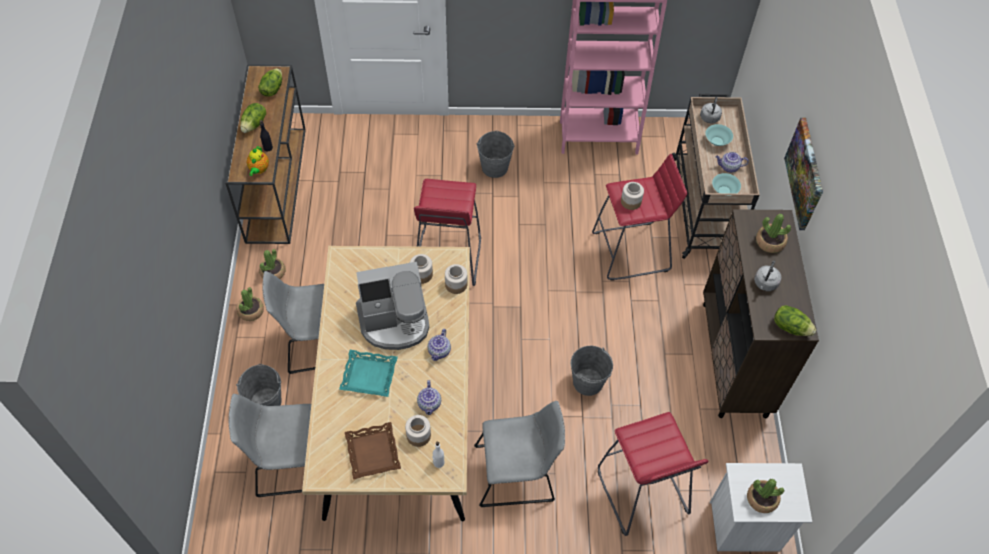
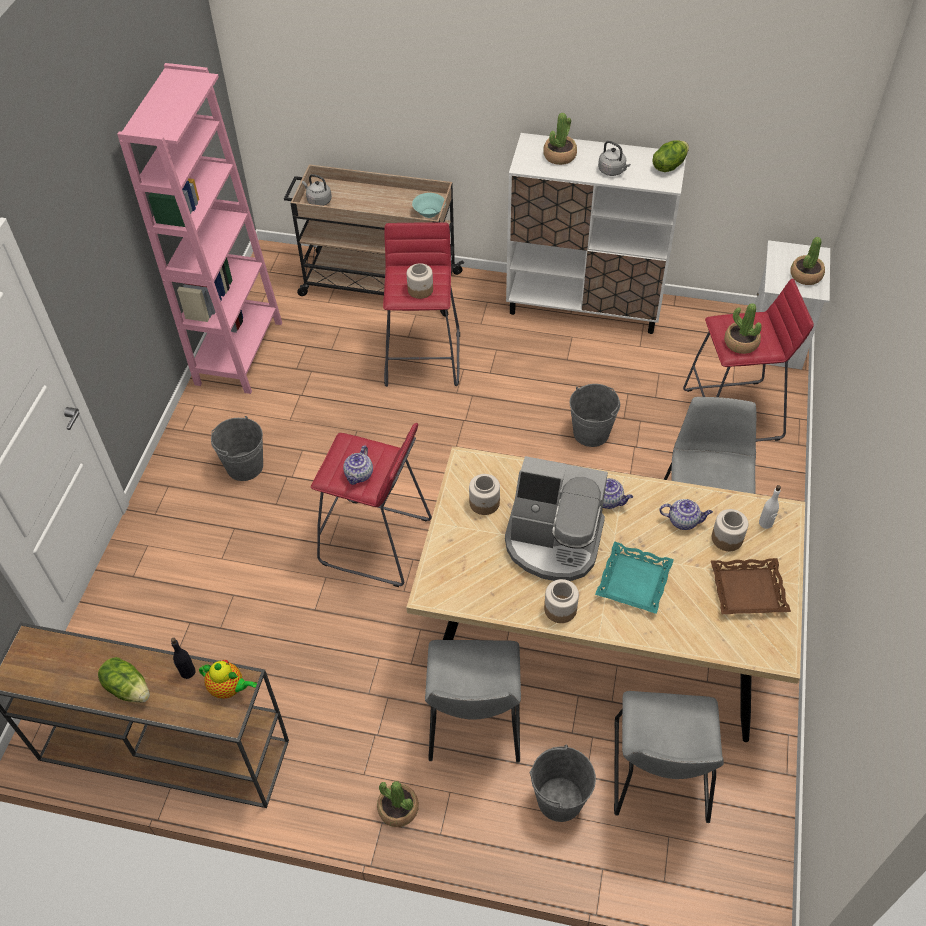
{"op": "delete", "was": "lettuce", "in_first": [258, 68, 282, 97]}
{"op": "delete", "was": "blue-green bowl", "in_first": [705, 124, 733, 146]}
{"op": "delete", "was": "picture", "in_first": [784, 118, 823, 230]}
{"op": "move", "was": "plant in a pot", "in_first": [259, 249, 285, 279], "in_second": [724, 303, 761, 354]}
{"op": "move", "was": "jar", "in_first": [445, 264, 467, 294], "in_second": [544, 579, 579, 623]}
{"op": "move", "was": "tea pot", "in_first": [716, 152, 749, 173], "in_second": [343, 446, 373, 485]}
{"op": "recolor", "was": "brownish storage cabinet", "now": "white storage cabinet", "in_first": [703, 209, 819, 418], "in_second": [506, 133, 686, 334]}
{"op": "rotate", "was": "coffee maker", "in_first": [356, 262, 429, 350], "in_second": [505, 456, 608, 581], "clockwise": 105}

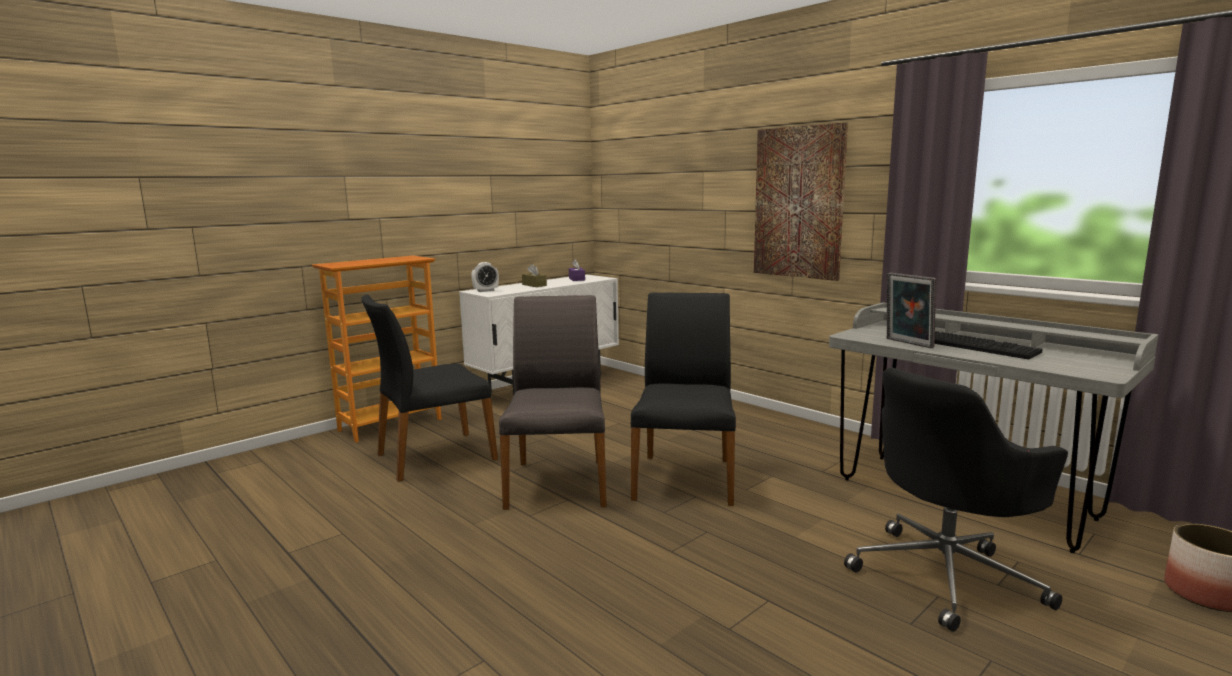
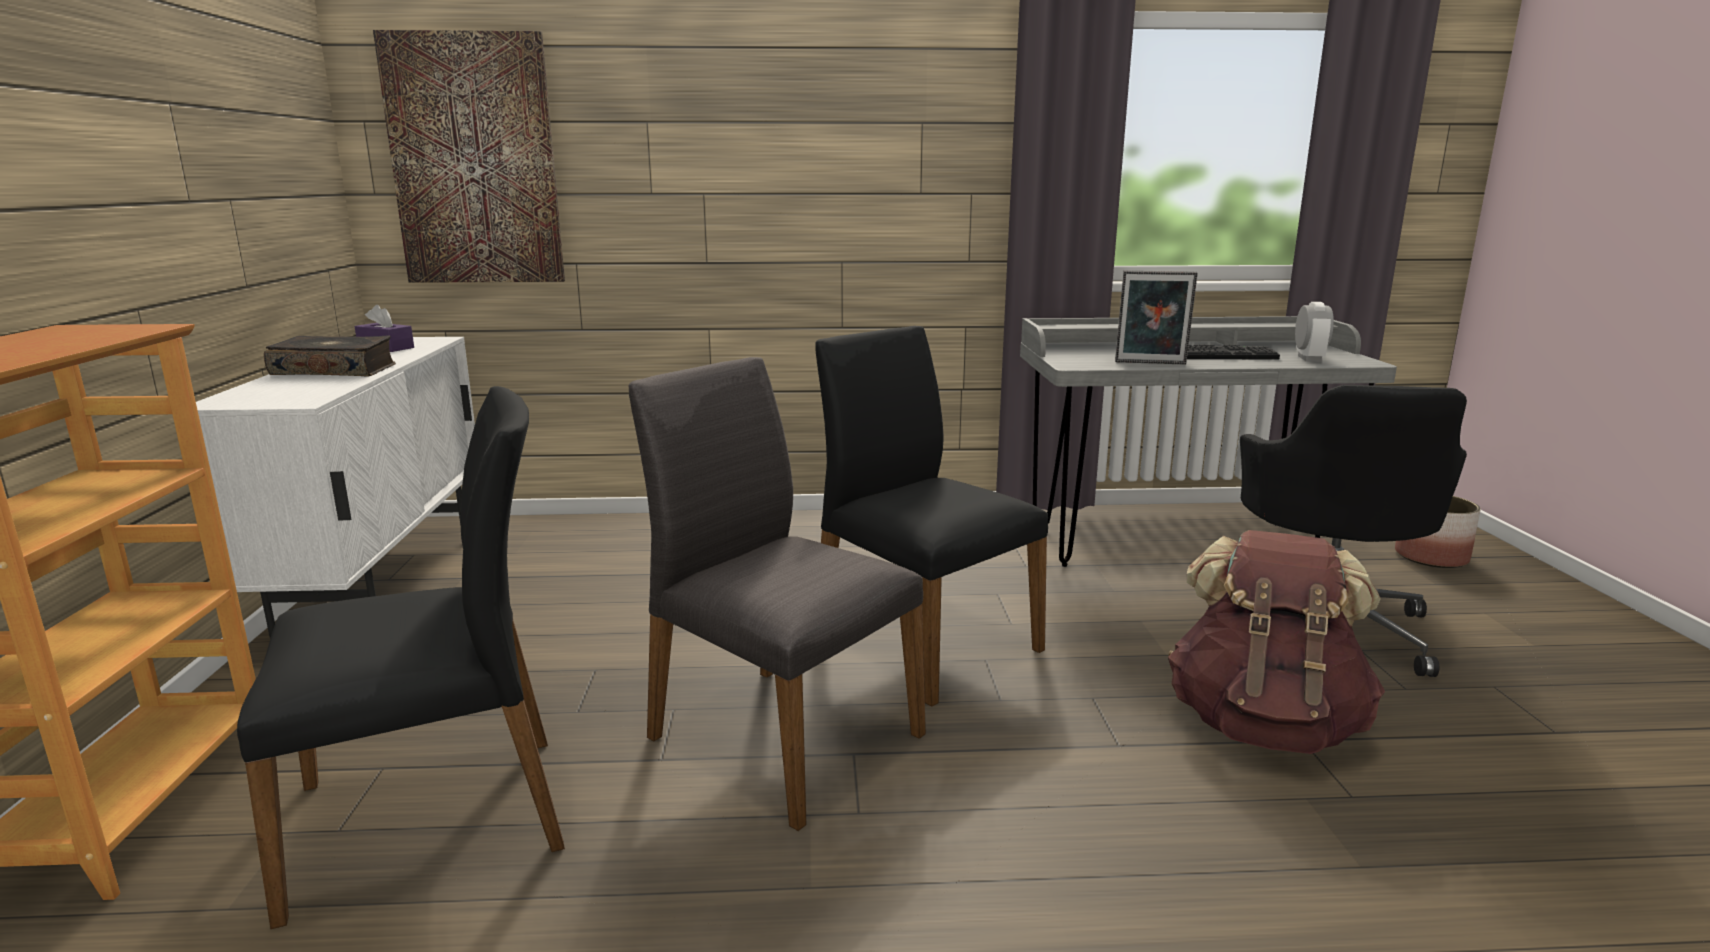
{"op": "insert", "now": "brownish backpack", "in_second": [1168, 530, 1385, 754]}
{"op": "move", "was": "bedside clock", "in_first": [471, 262, 499, 292], "in_second": [1295, 302, 1334, 362]}
{"op": "move", "was": "picture", "in_first": [754, 122, 848, 281], "in_second": [373, 30, 565, 283]}
{"op": "replace", "was": "brownish tissue holder", "now": "volume", "in_first": [522, 264, 547, 287], "in_second": [264, 335, 396, 377]}
{"op": "rotate", "was": "black plain chair", "in_first": [361, 295, 498, 482], "in_second": [237, 386, 565, 929], "clockwise": -120}

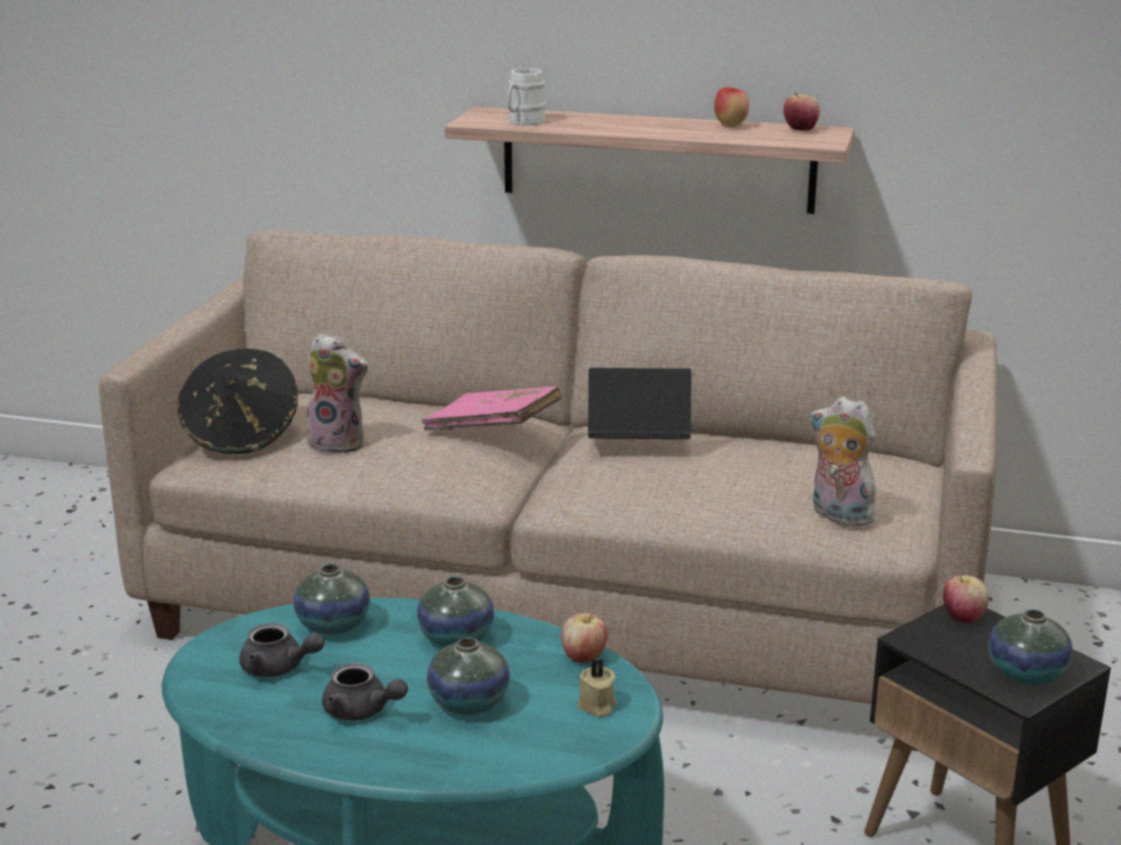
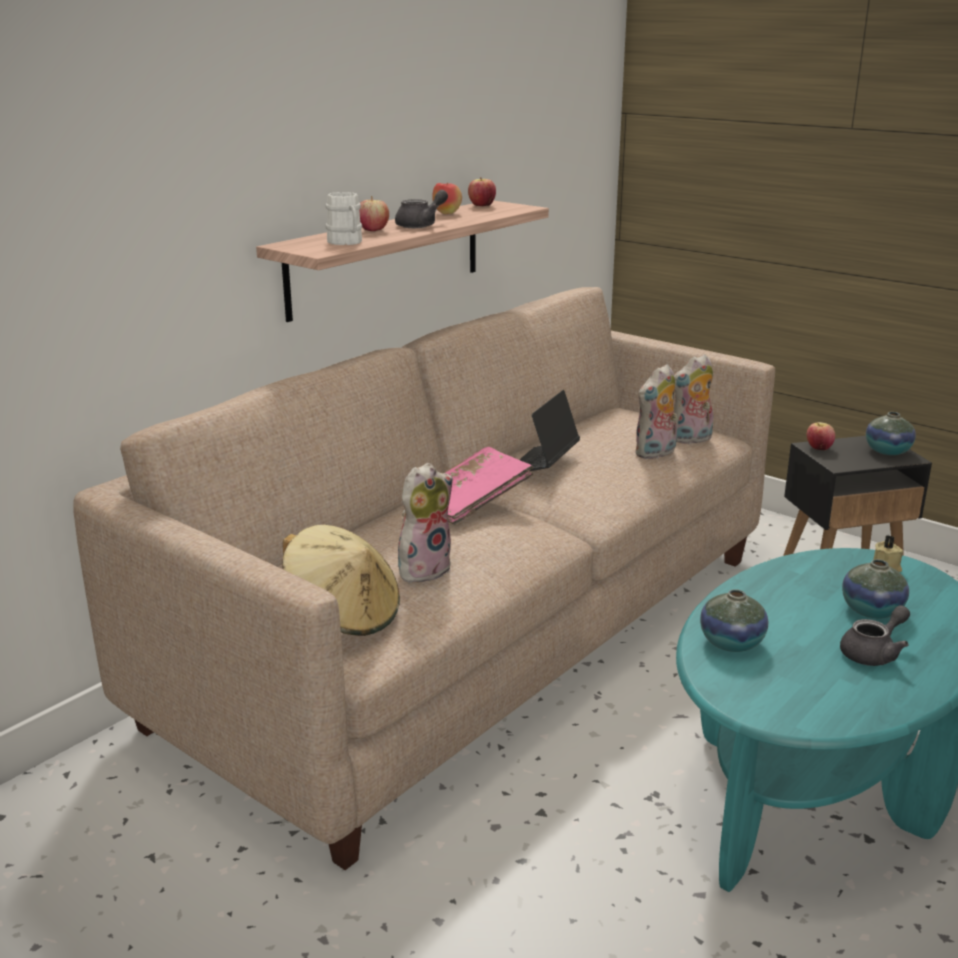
{"op": "delete", "was": "vase", "in_first": [417, 577, 494, 647]}
{"op": "insert", "now": "plush toy", "in_second": [635, 364, 678, 459]}
{"op": "move", "was": "grey tea pot", "in_first": [239, 623, 325, 677], "in_second": [395, 190, 448, 228]}
{"op": "move", "was": "apple", "in_first": [561, 612, 608, 663], "in_second": [359, 196, 389, 231]}
{"op": "recolor", "was": "black hat", "now": "sand-coloured hat", "in_first": [177, 349, 298, 454], "in_second": [282, 525, 400, 636]}

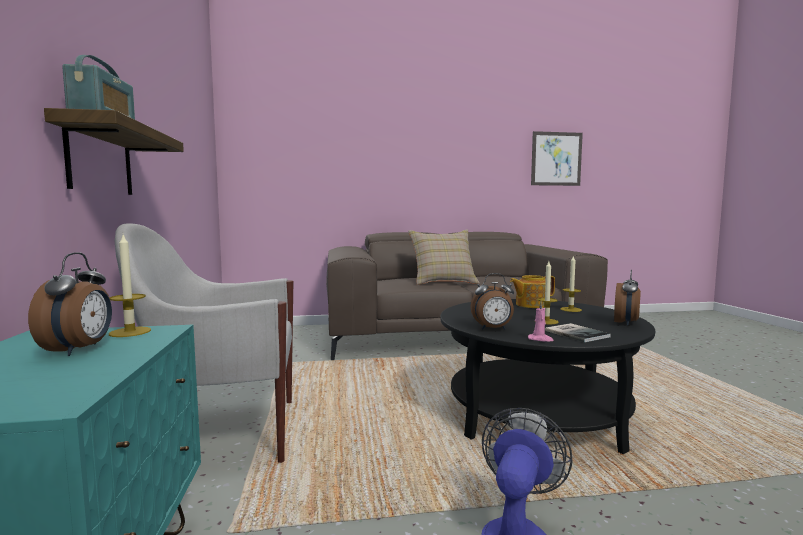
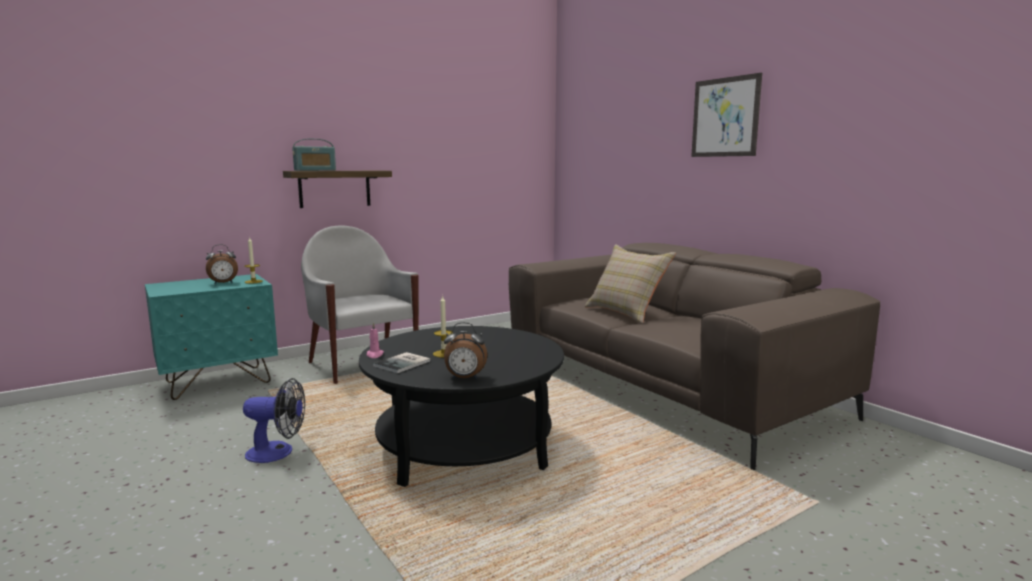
{"op": "delete", "was": "bedside clock", "in_first": [470, 273, 514, 330]}
{"op": "delete", "was": "tea pot", "in_first": [510, 275, 555, 308]}
{"op": "delete", "was": "wax light", "in_first": [560, 255, 582, 312]}
{"op": "move", "was": "picture", "in_first": [531, 131, 583, 186], "in_second": [691, 73, 762, 157]}

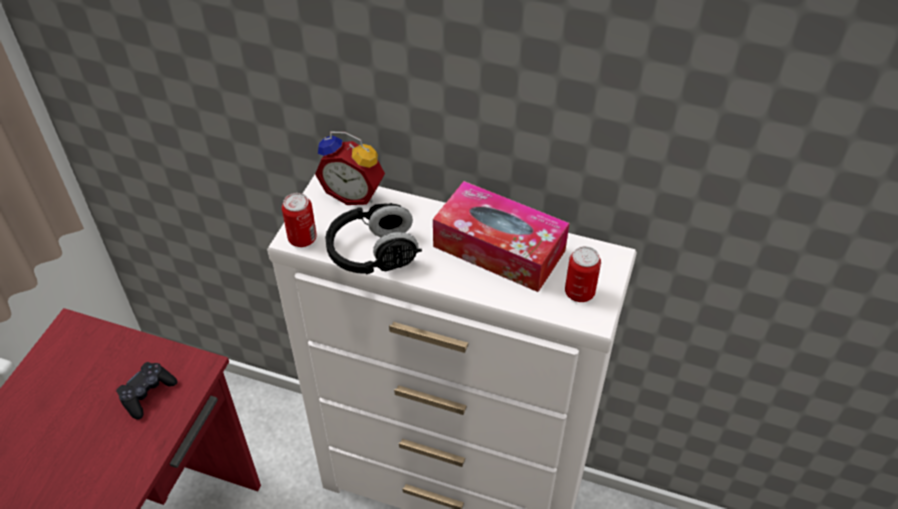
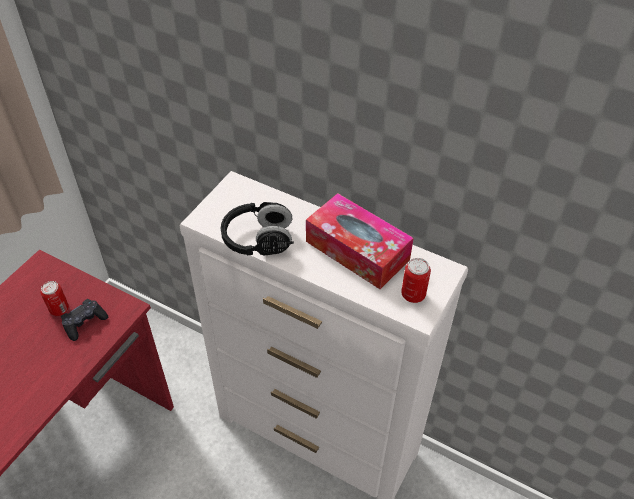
{"op": "delete", "was": "bedside clock", "in_first": [315, 132, 385, 205]}
{"op": "move", "was": "metal can", "in_first": [282, 193, 317, 247], "in_second": [41, 281, 69, 316]}

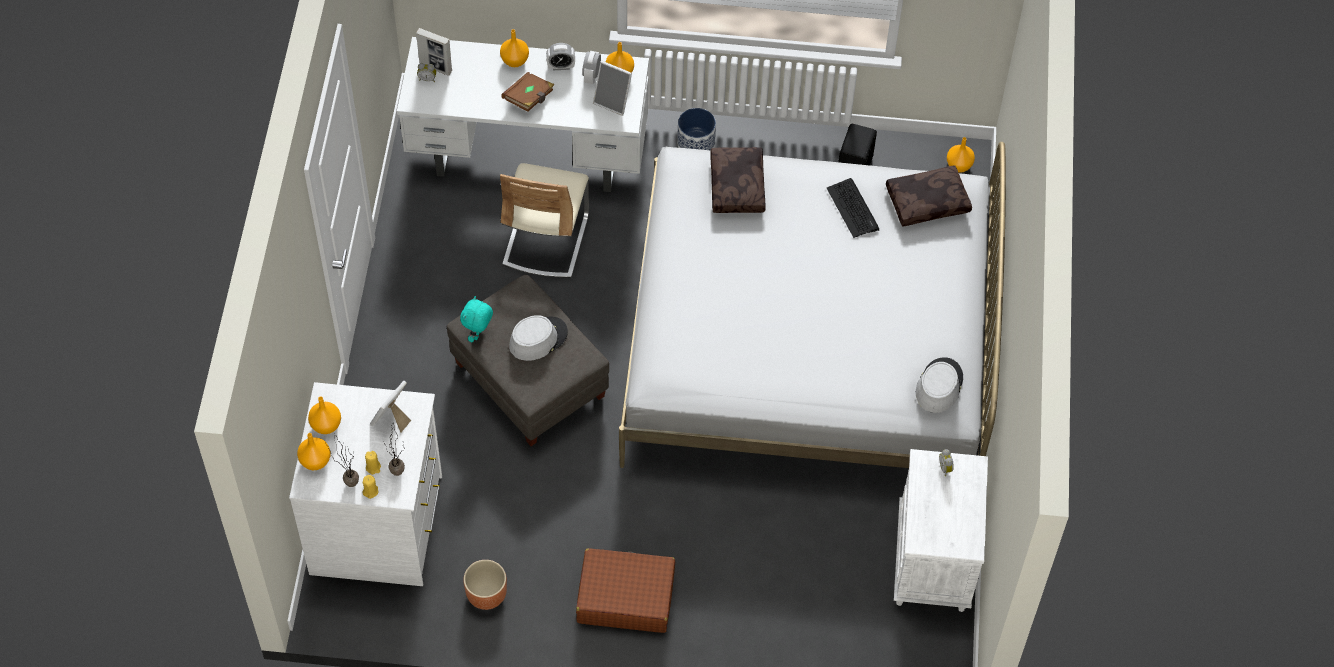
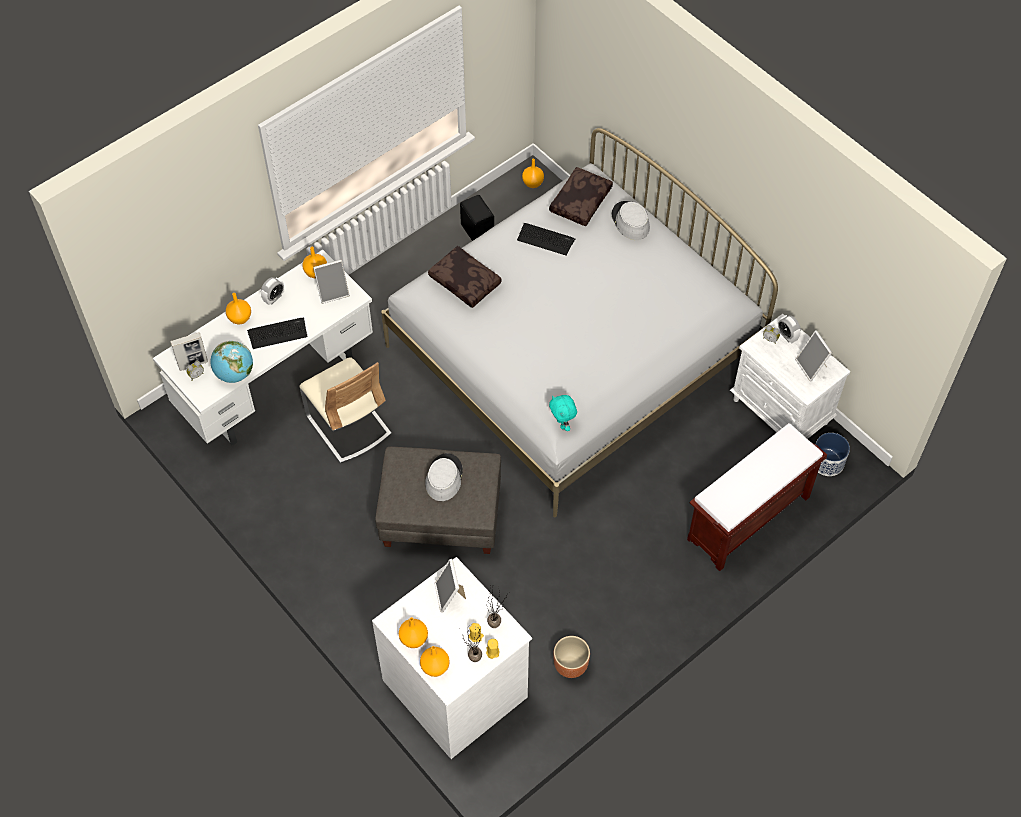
{"op": "delete", "was": "brownish piece of luggage", "in_first": [576, 548, 675, 633]}
{"op": "insert", "now": "desk globe", "in_second": [210, 341, 253, 383]}
{"op": "insert", "now": "brownish indoor bench", "in_second": [687, 423, 827, 571]}
{"op": "insert", "now": "standing frame", "in_second": [795, 330, 832, 381]}
{"op": "move", "was": "blue-green plush toy", "in_first": [460, 296, 493, 343], "in_second": [549, 395, 577, 431]}
{"op": "move", "was": "bedside clock", "in_first": [582, 51, 601, 84], "in_second": [778, 315, 801, 344]}
{"op": "move", "was": "plant pot", "in_first": [677, 108, 716, 150], "in_second": [816, 433, 850, 476]}
{"op": "move", "was": "grey hat", "in_first": [916, 357, 963, 413], "in_second": [612, 201, 650, 240]}
{"op": "replace", "was": "brownish volume", "now": "keyboard", "in_first": [501, 72, 555, 112], "in_second": [247, 318, 307, 349]}

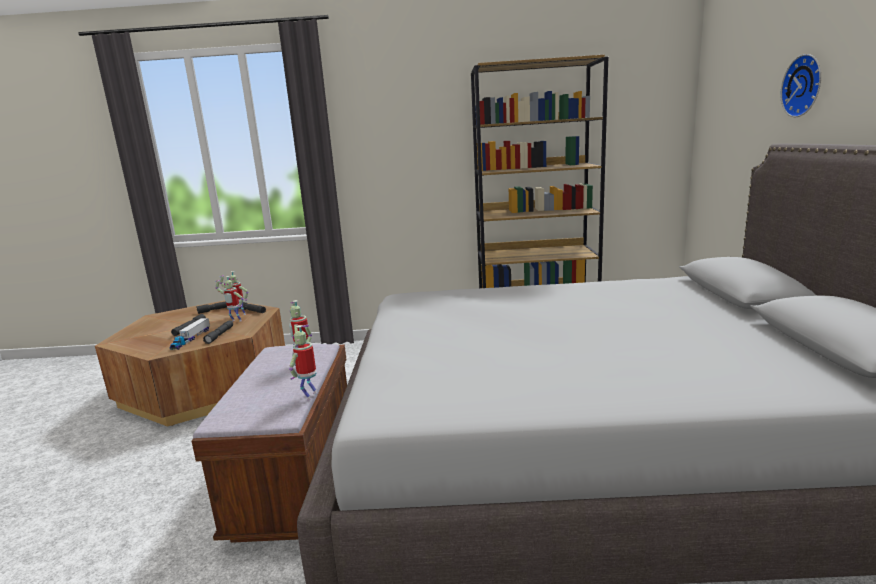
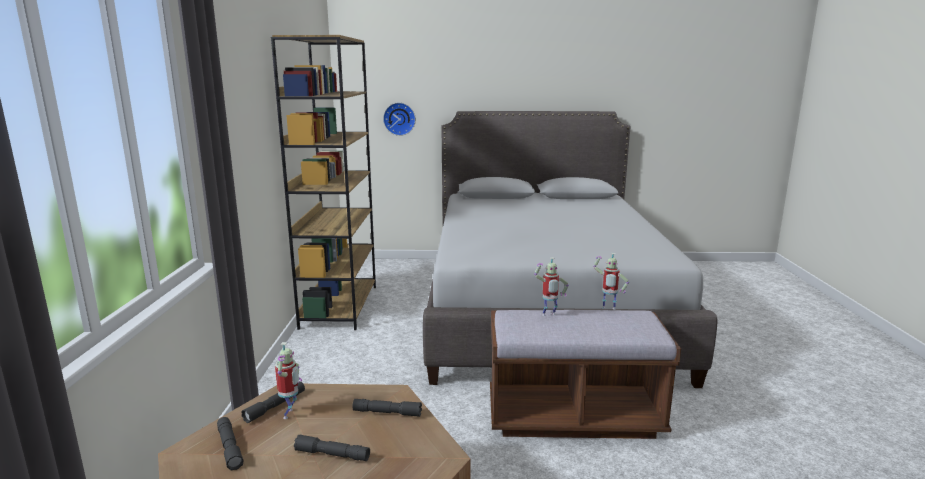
{"op": "delete", "was": "toy lorry", "in_first": [170, 318, 210, 350]}
{"op": "delete", "was": "toy robot", "in_first": [215, 276, 243, 322]}
{"op": "move", "was": "clock on the wall", "in_first": [780, 54, 821, 117], "in_second": [383, 103, 416, 136]}

